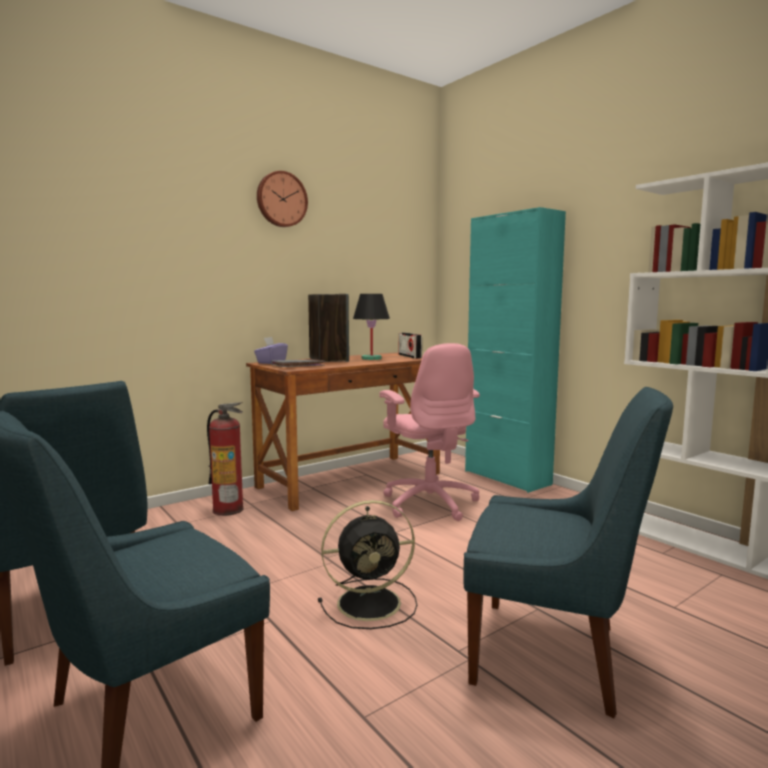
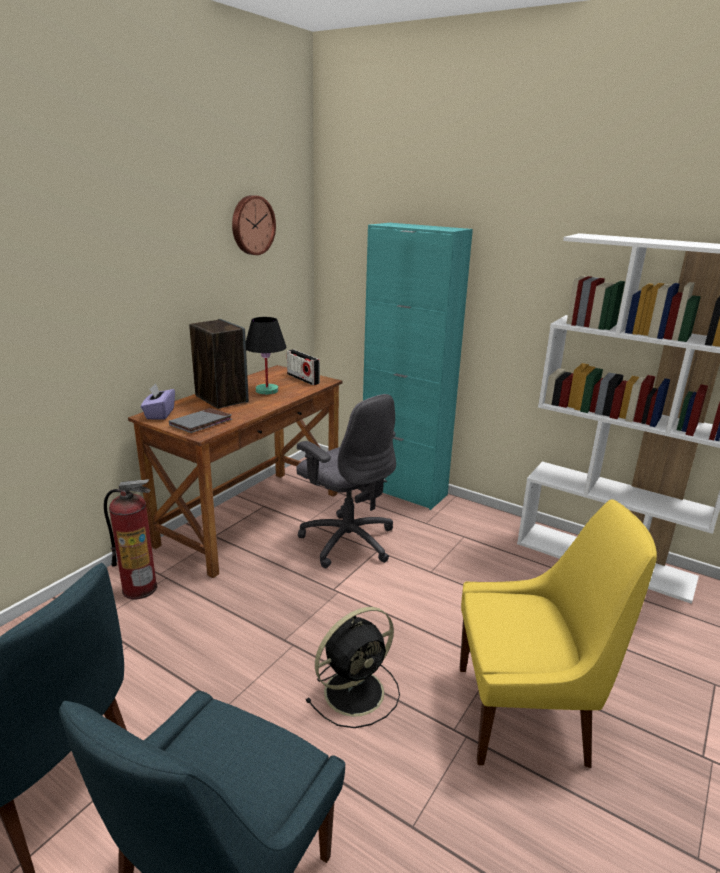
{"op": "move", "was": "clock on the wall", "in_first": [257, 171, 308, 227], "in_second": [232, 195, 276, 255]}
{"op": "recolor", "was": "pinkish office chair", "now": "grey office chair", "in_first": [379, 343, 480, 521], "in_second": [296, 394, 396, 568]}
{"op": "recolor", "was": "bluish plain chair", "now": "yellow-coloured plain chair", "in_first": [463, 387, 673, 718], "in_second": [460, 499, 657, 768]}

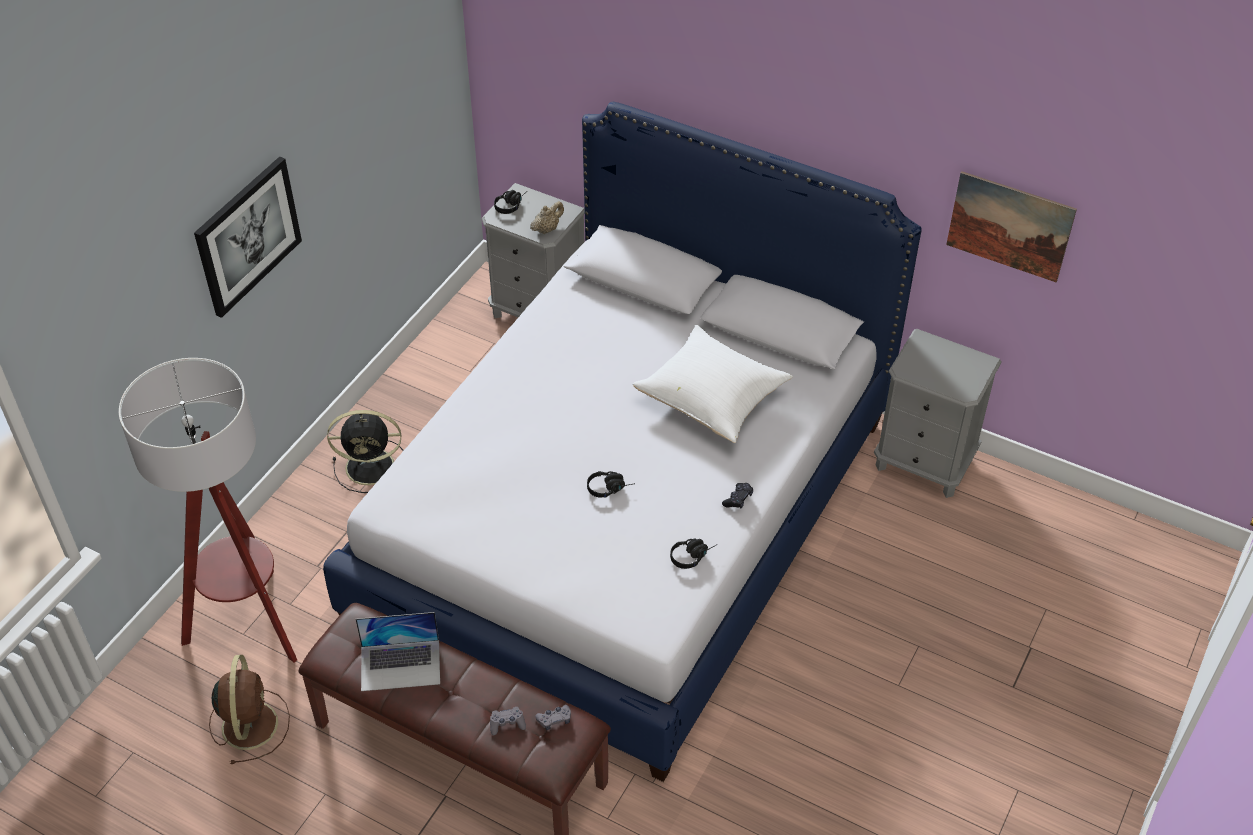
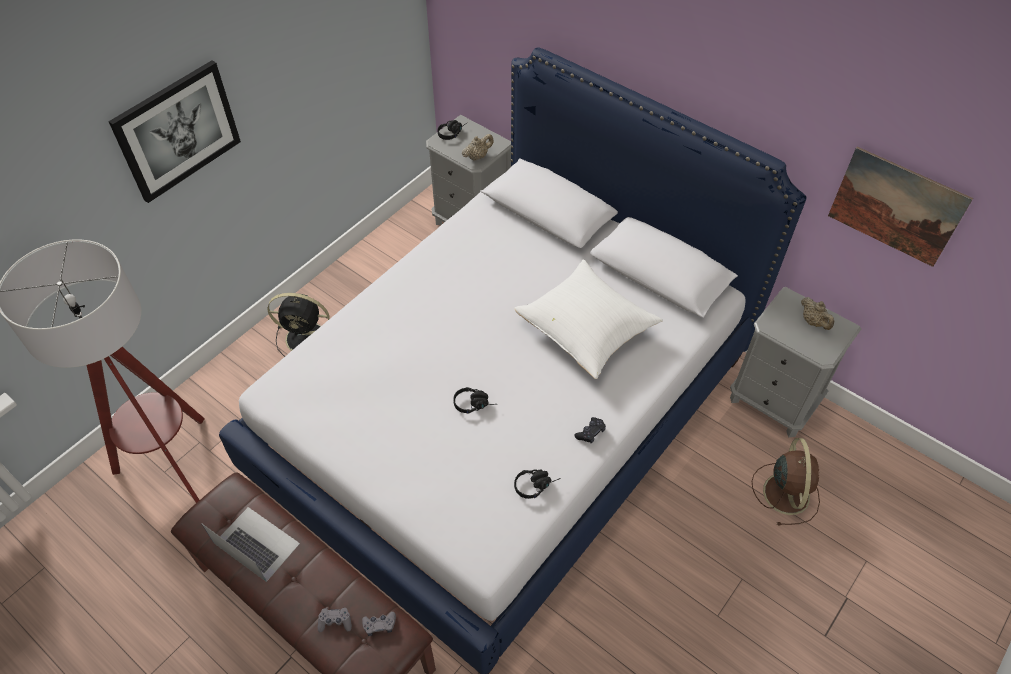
{"op": "insert", "now": "sand-coloured tea pot", "in_second": [801, 297, 834, 330]}
{"op": "move", "was": "brownish cooling fan", "in_first": [209, 655, 290, 764], "in_second": [752, 438, 820, 525]}
{"op": "rotate", "was": "laptop", "in_first": [356, 612, 440, 691], "in_second": [202, 507, 300, 582], "clockwise": -150}

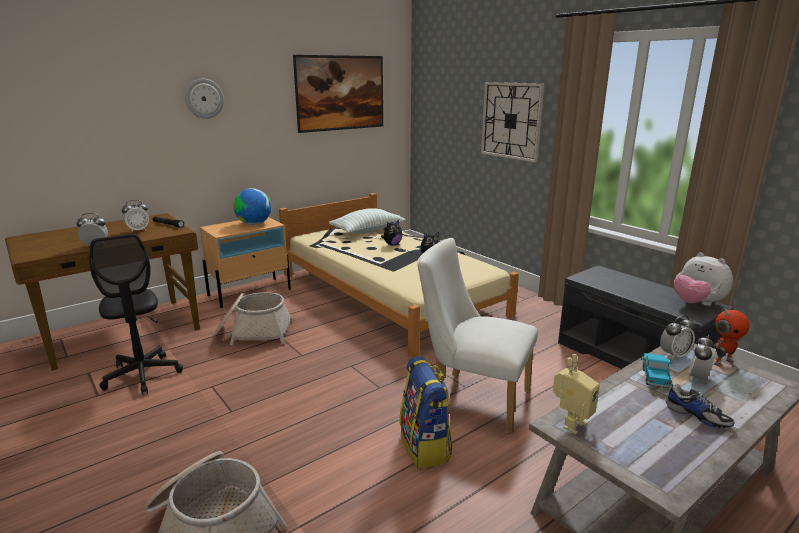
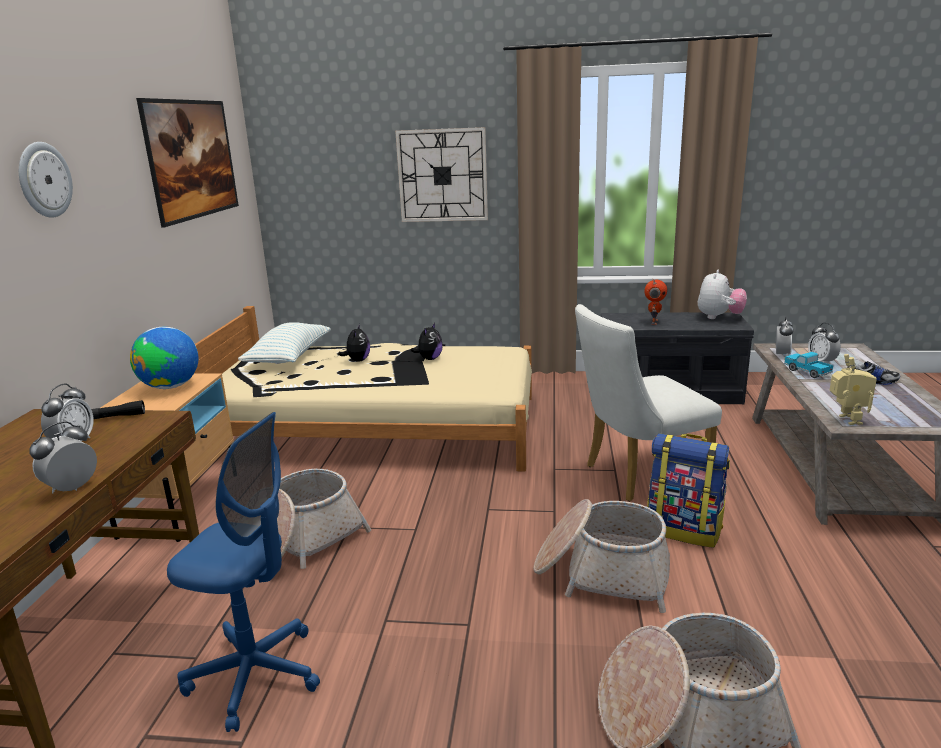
{"op": "insert", "now": "basket", "in_second": [534, 499, 670, 613]}
{"op": "move", "was": "toy robot", "in_first": [714, 308, 750, 367], "in_second": [644, 279, 667, 325]}
{"op": "recolor", "was": "black office chair", "now": "bluish office chair", "in_first": [89, 234, 183, 395], "in_second": [167, 412, 320, 732]}
{"op": "rotate", "was": "plush toy", "in_first": [674, 253, 733, 306], "in_second": [698, 270, 747, 319], "clockwise": -75}

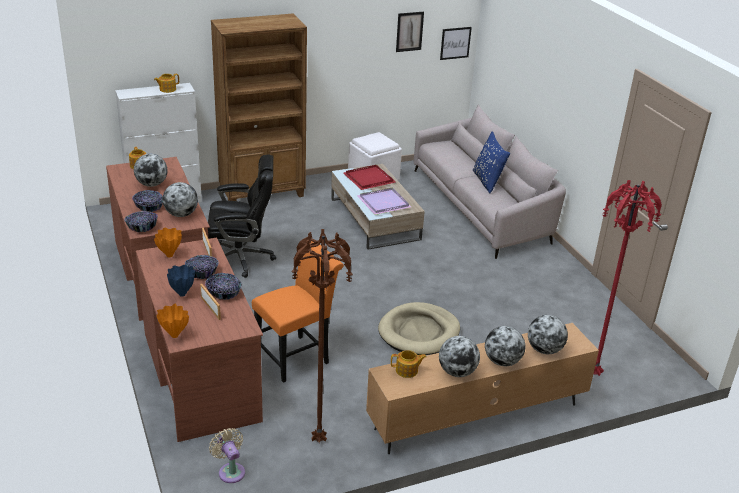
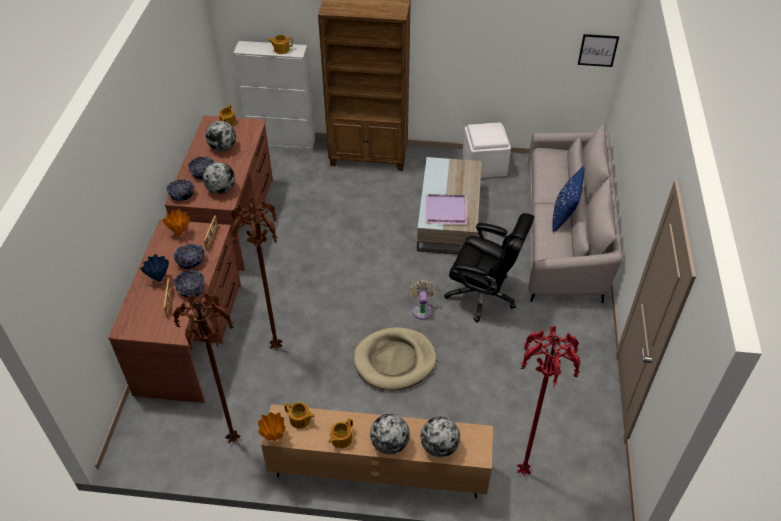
{"op": "delete", "was": "red-coloured serving tray", "in_first": [343, 165, 396, 190]}
{"op": "delete", "was": "picture", "in_first": [396, 12, 424, 52]}
{"op": "move", "was": "orange vase", "in_first": [156, 304, 189, 338], "in_second": [258, 412, 285, 441]}
{"op": "move", "was": "black office chair", "in_first": [208, 154, 276, 278], "in_second": [444, 213, 535, 322]}
{"op": "move", "was": "sand-coloured cooling fan", "in_first": [209, 428, 245, 483], "in_second": [409, 280, 436, 320]}
{"op": "replace", "was": "orange plain chair", "now": "brownish floor lamp", "in_first": [252, 241, 344, 383], "in_second": [231, 198, 282, 350]}
{"op": "replace", "was": "desk globe", "now": "tea pot", "in_first": [439, 336, 480, 377], "in_second": [329, 418, 353, 448]}

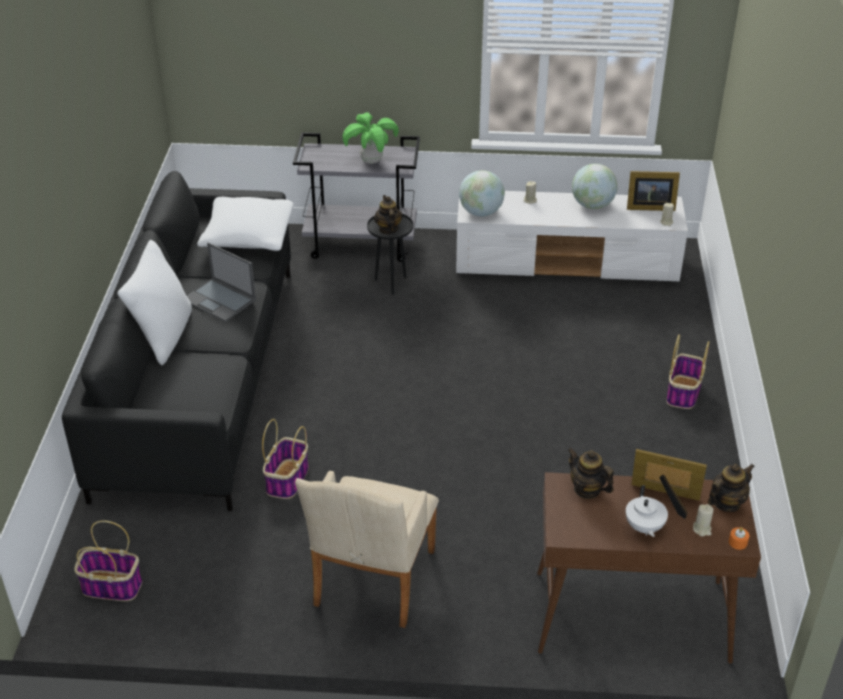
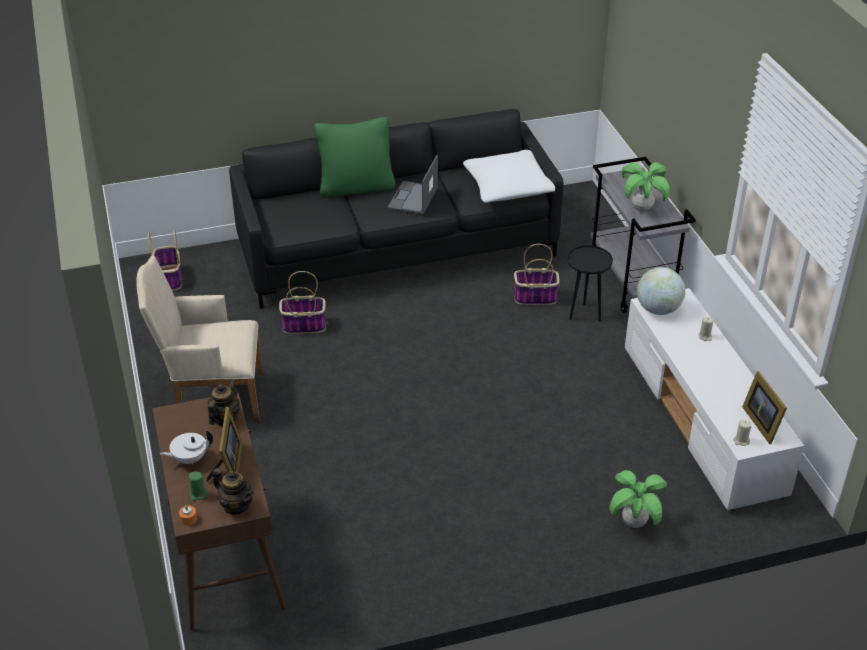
{"op": "delete", "was": "tea pot", "in_first": [374, 195, 403, 234]}
{"op": "delete", "was": "desk globe", "in_first": [572, 164, 618, 209]}
{"op": "insert", "now": "plant in a pot", "in_second": [609, 470, 667, 528]}
{"op": "move", "was": "basket", "in_first": [667, 334, 710, 409], "in_second": [514, 244, 560, 305]}
{"op": "recolor", "was": "white cushion", "now": "green-coloured cushion", "in_first": [118, 240, 192, 365], "in_second": [314, 117, 395, 197]}
{"op": "recolor", "was": "sand-coloured wax light", "now": "green-coloured wax light", "in_first": [693, 504, 714, 536], "in_second": [189, 471, 208, 501]}

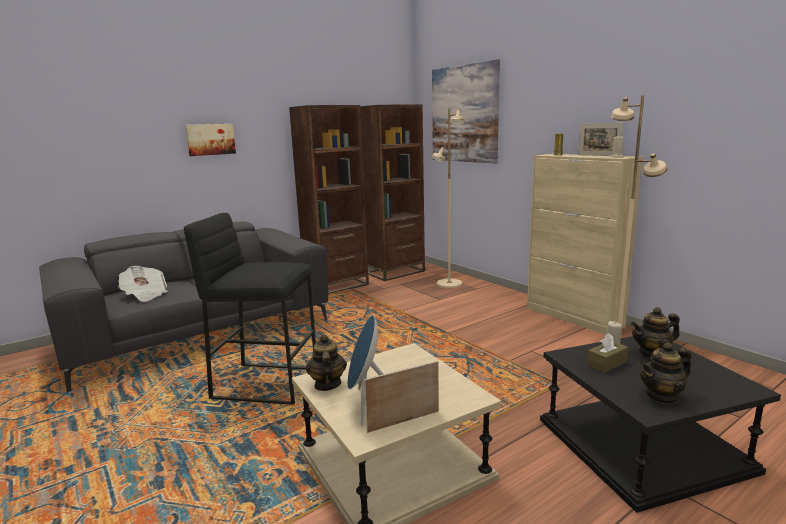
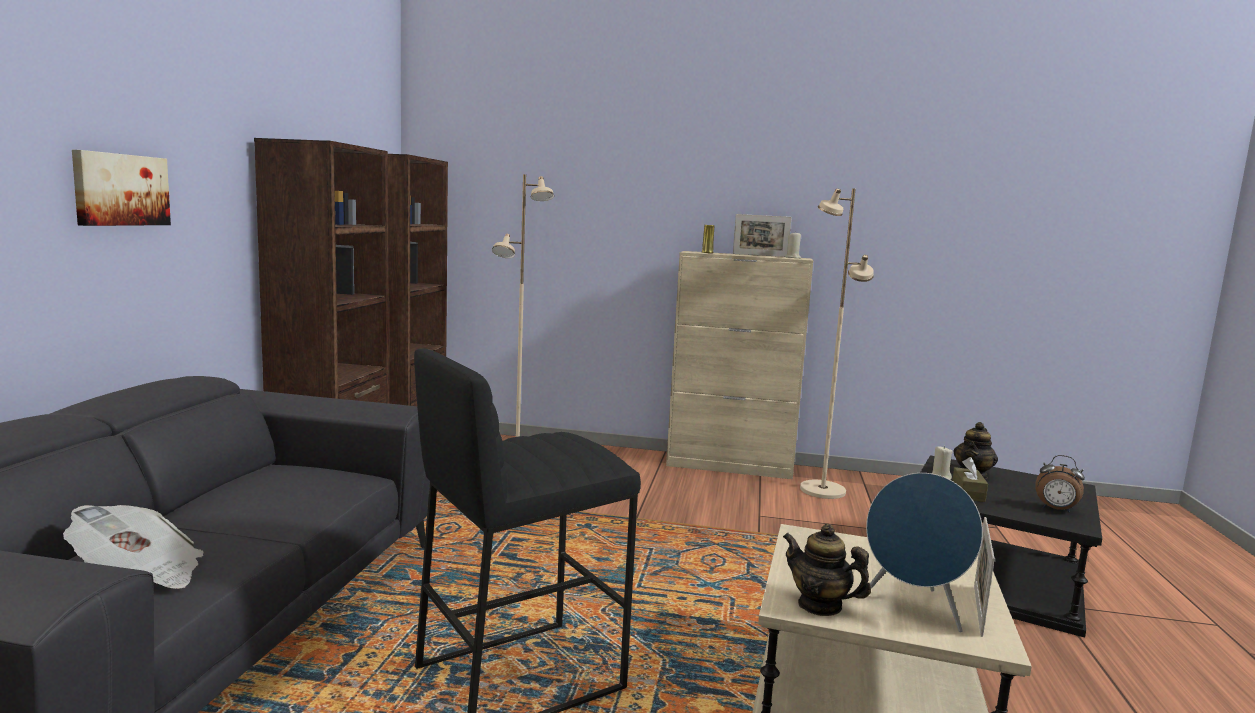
{"op": "delete", "was": "picture", "in_first": [432, 59, 500, 163]}
{"op": "replace", "was": "tea pot", "now": "bedside clock", "in_first": [639, 342, 691, 404], "in_second": [1035, 455, 1085, 513]}

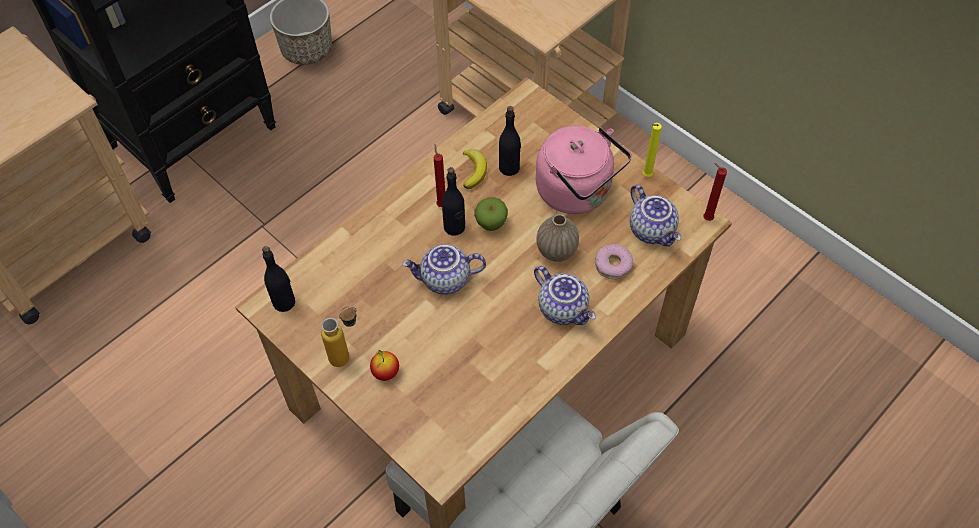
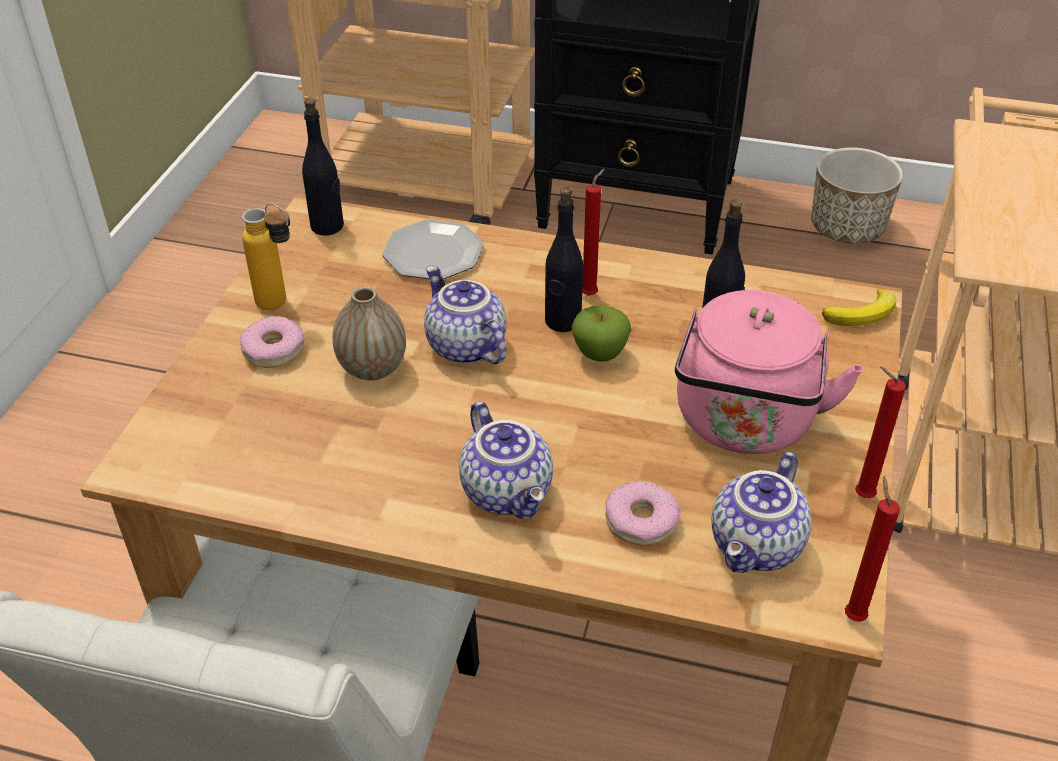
{"op": "insert", "now": "flat dish", "in_second": [382, 219, 484, 279]}
{"op": "move", "was": "banana", "in_first": [463, 149, 487, 189], "in_second": [822, 289, 896, 326]}
{"op": "move", "was": "vase", "in_first": [537, 214, 579, 262], "in_second": [332, 287, 406, 381]}
{"op": "replace", "was": "apple", "now": "doughnut", "in_first": [370, 350, 399, 381], "in_second": [240, 316, 304, 368]}
{"op": "recolor", "was": "yellow-coloured wax light", "now": "red-coloured wax light", "in_first": [643, 123, 662, 177], "in_second": [855, 367, 906, 498]}
{"op": "rotate", "was": "tea pot", "in_first": [534, 266, 596, 325], "in_second": [459, 401, 553, 519], "clockwise": -45}

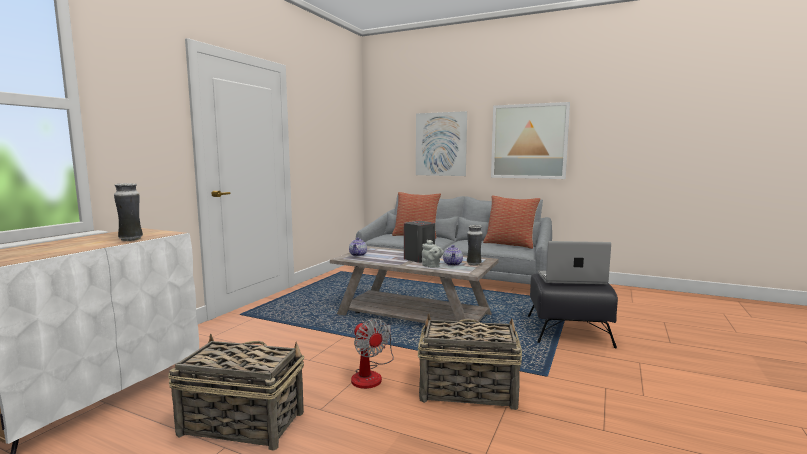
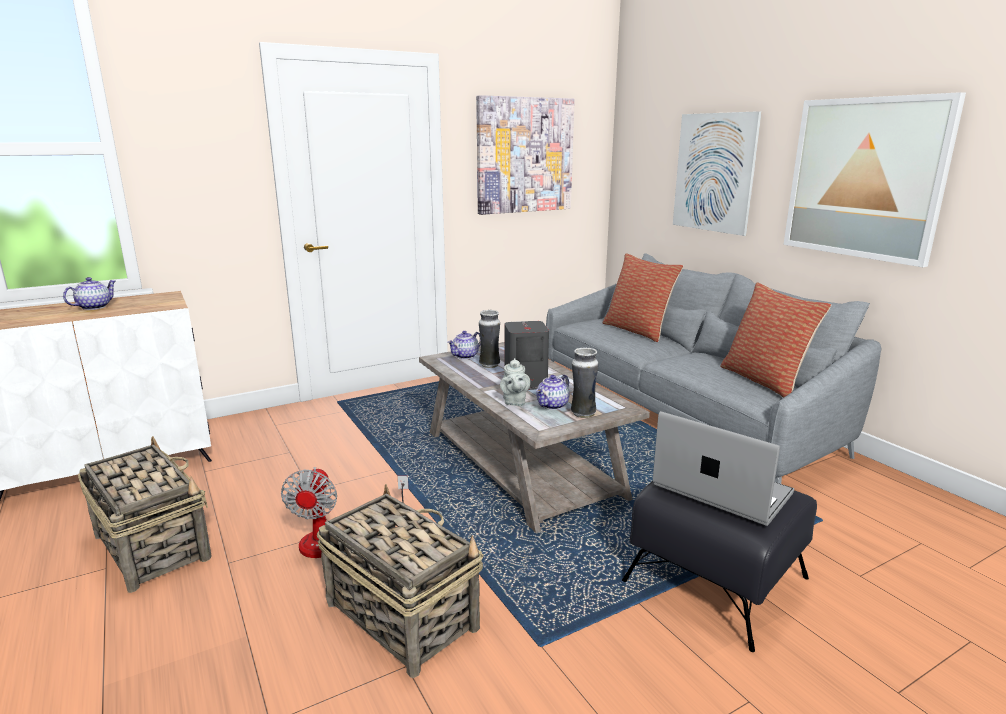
{"op": "insert", "now": "tea pot", "in_second": [63, 277, 116, 310]}
{"op": "insert", "now": "picture", "in_second": [476, 95, 575, 215]}
{"op": "move", "was": "vase", "in_first": [114, 183, 143, 241], "in_second": [479, 310, 500, 368]}

